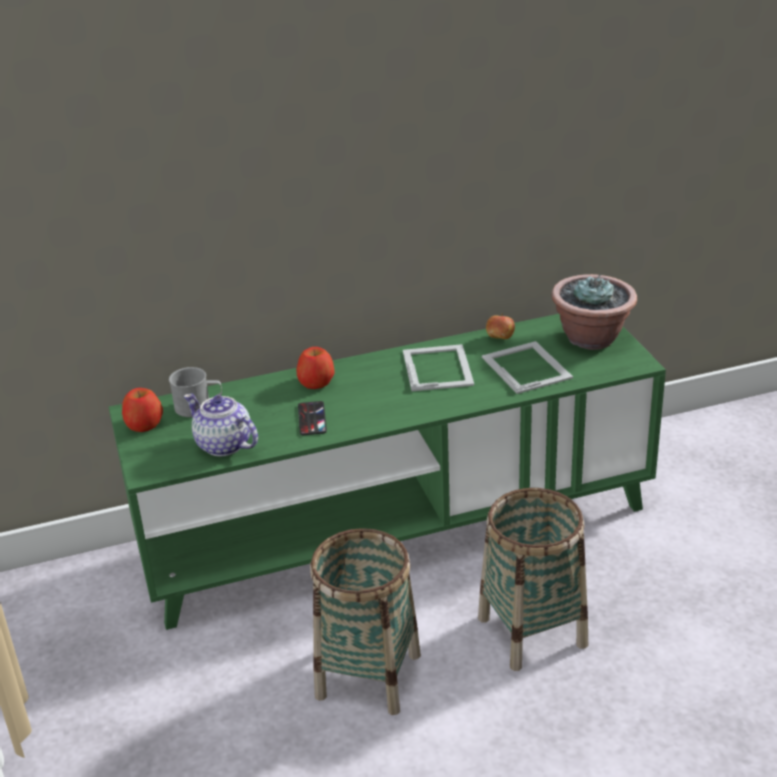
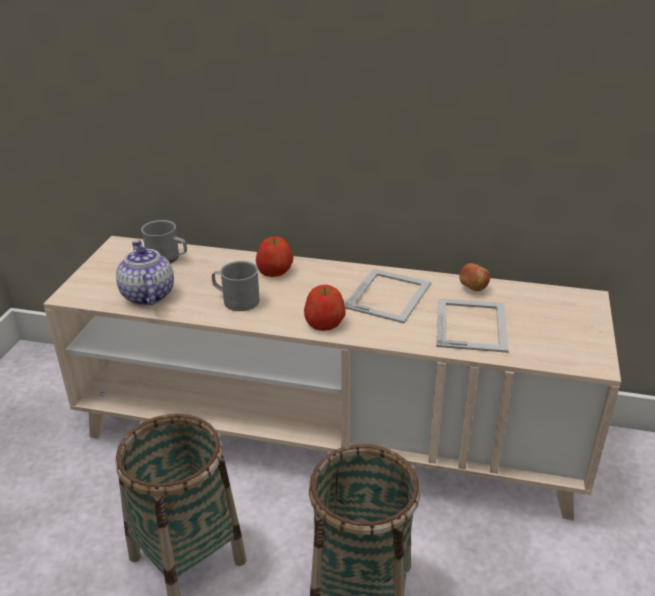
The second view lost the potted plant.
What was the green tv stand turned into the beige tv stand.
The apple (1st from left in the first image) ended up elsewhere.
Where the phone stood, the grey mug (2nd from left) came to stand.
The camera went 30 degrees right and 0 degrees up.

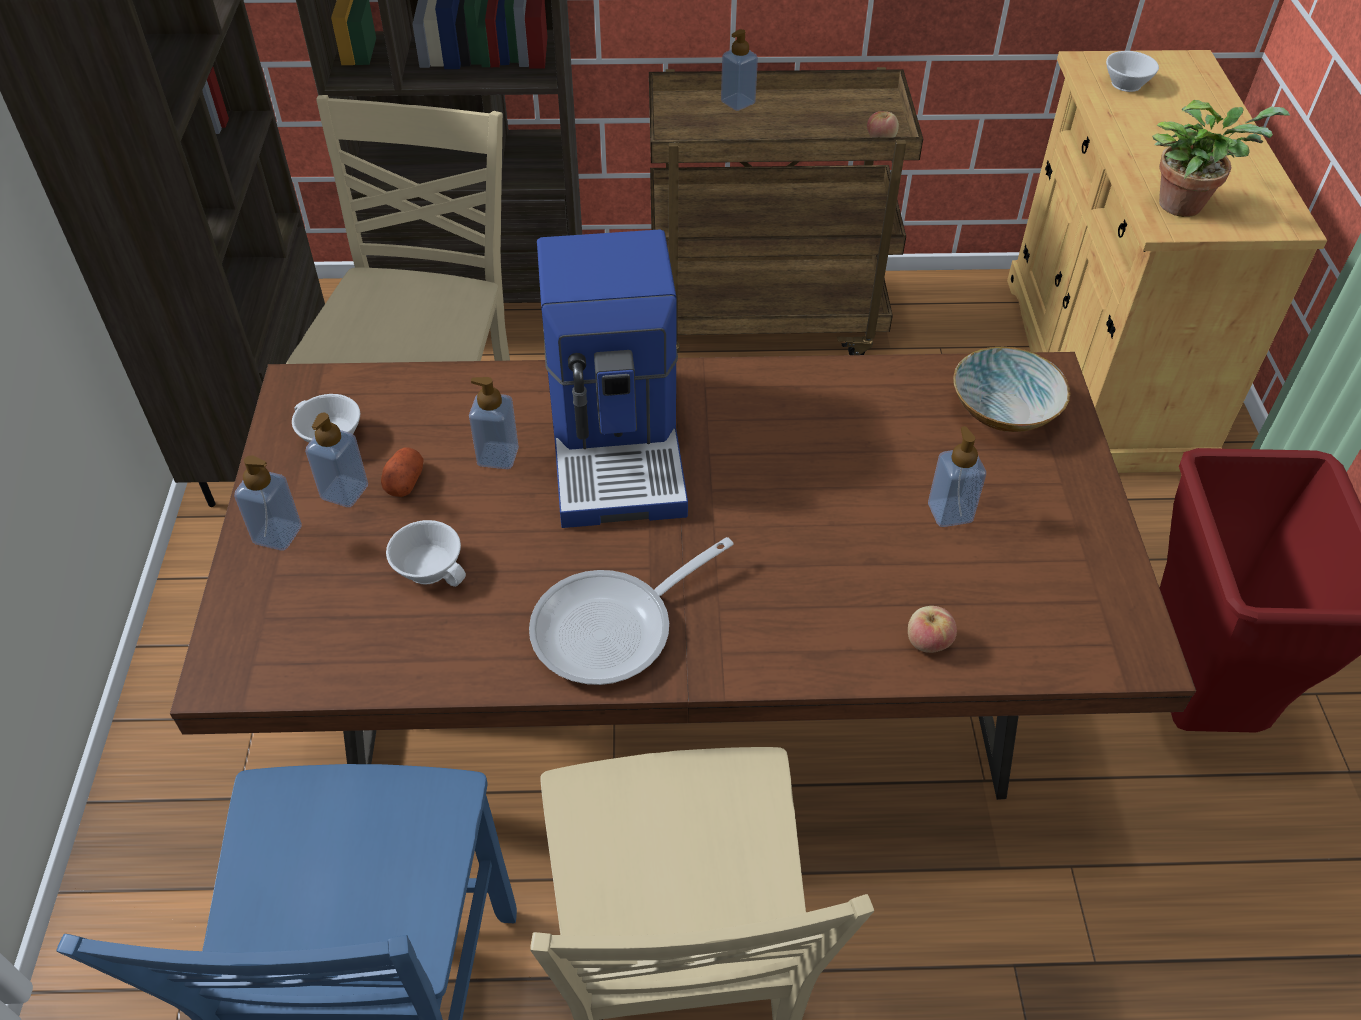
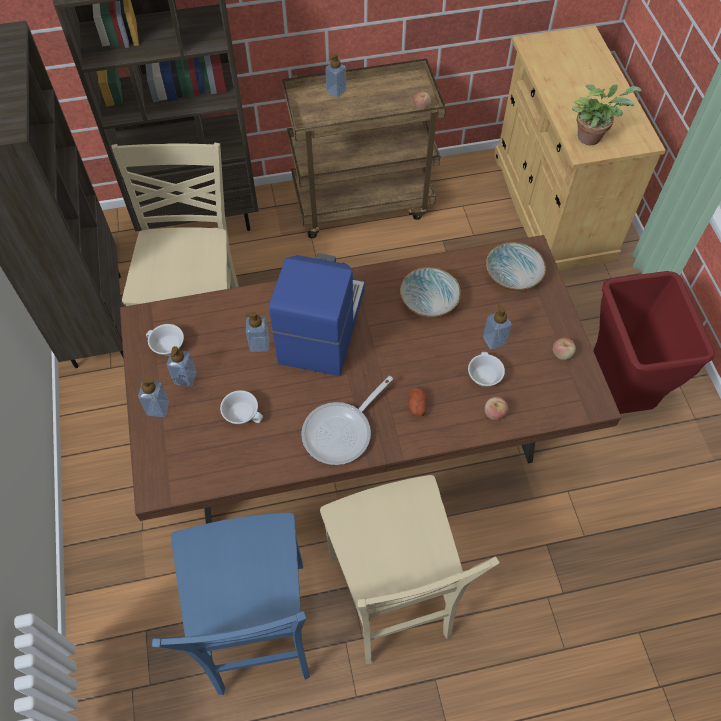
The white cup (3rd from left) ended up elsewhere.
The coffee machine ended up facing another way, 150 degrees counterclockwise from before.
The potato ended up elsewhere.
The second view gained the bowl (1st from left).
The second view gained the apple (3rd from left).
The camera went 10 degrees left and 10 degrees up.

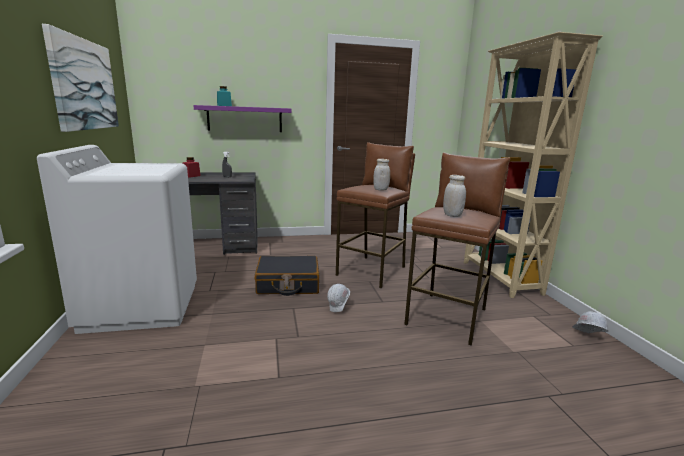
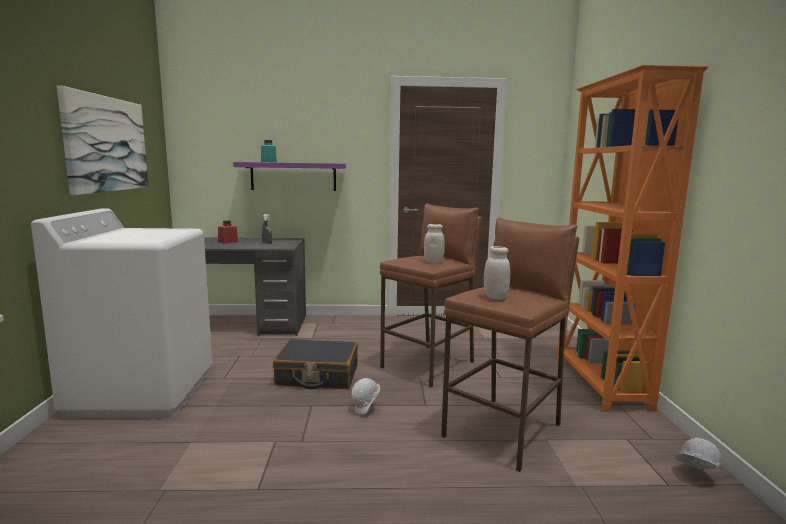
What was the beige bookcase turned into the orange bookcase.
The camera went 10 degrees right and 5 degrees down.

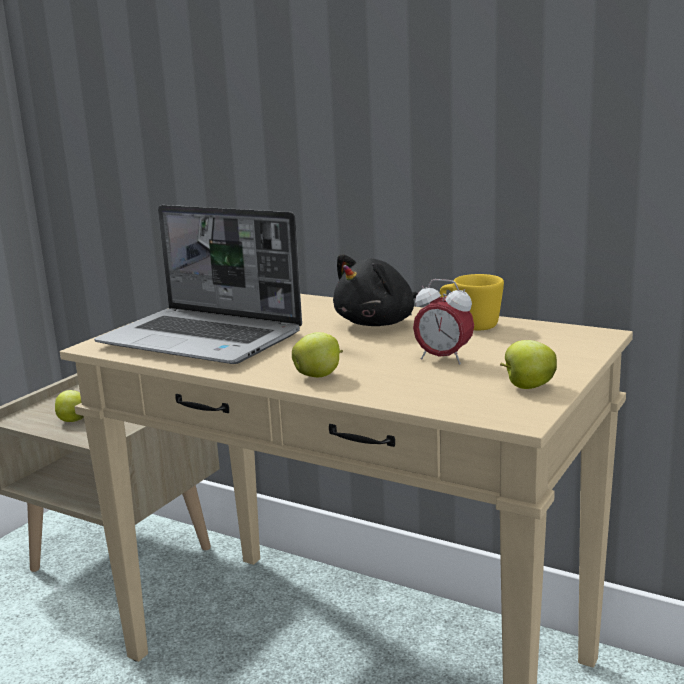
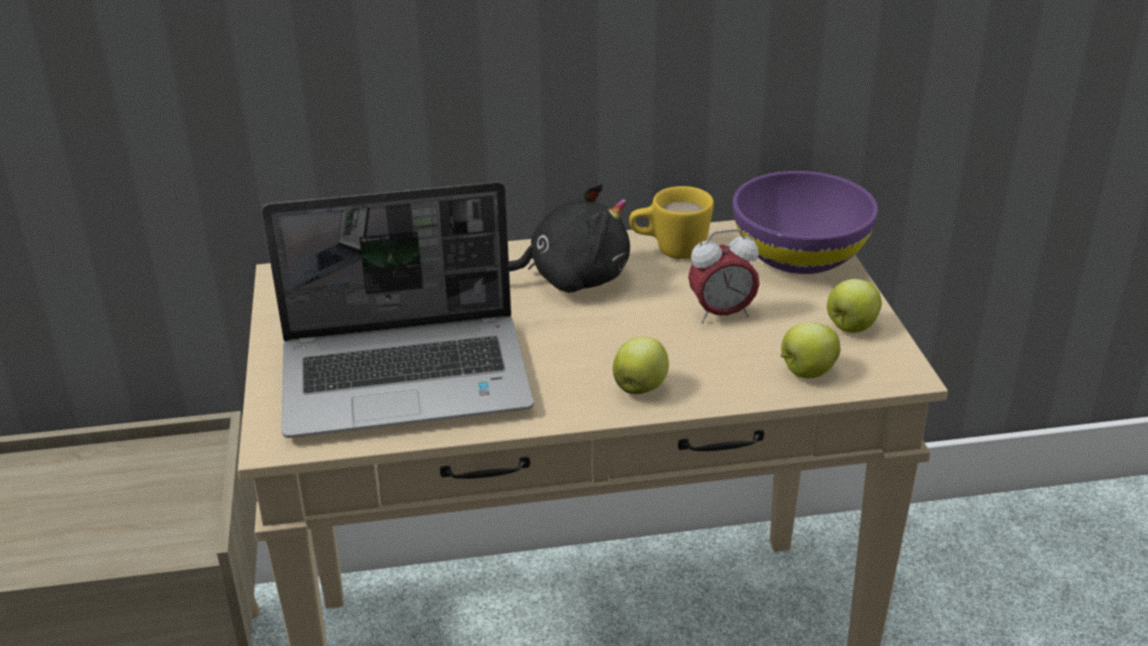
The black plush toy ended up facing another way, 105 degrees counterclockwise from before.
The apple (1st from left in the first image) ended up elsewhere.
The second view gained the purple bowl.
The camera went 40 degrees left and 15 degrees up.

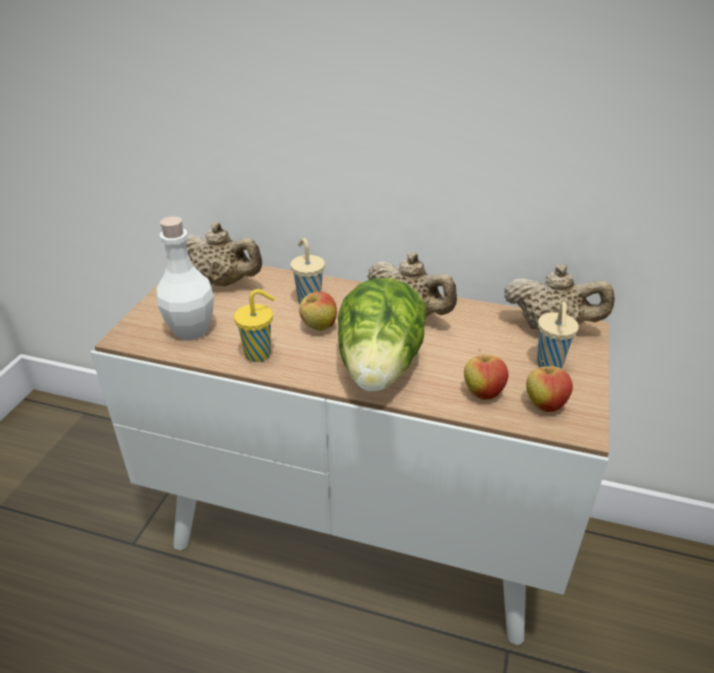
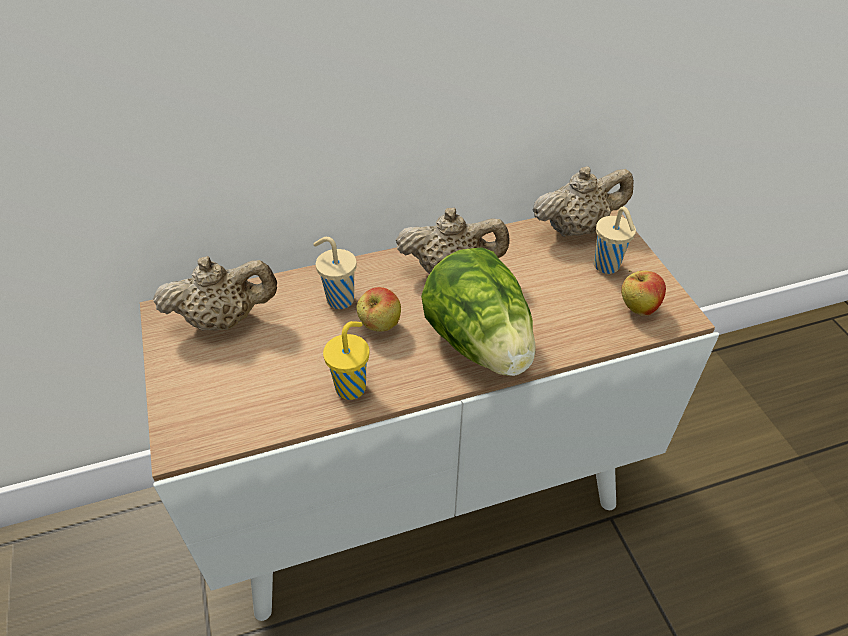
The second view lost the white bottle.
The second view lost the apple (2nd from left).
The camera went 35 degrees left and 10 degrees up.

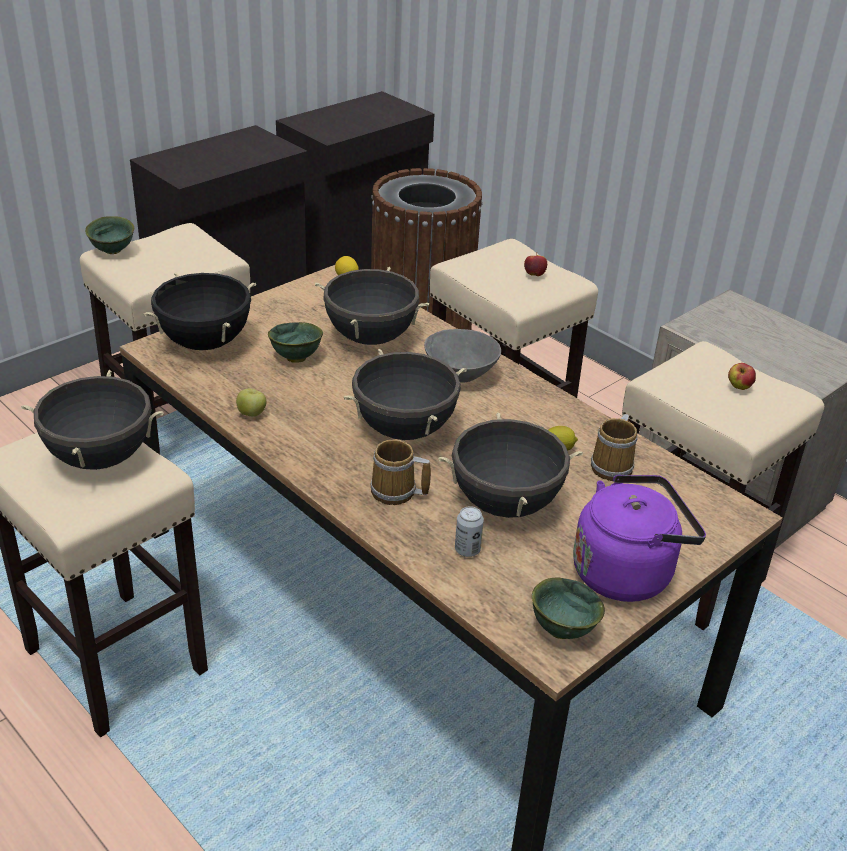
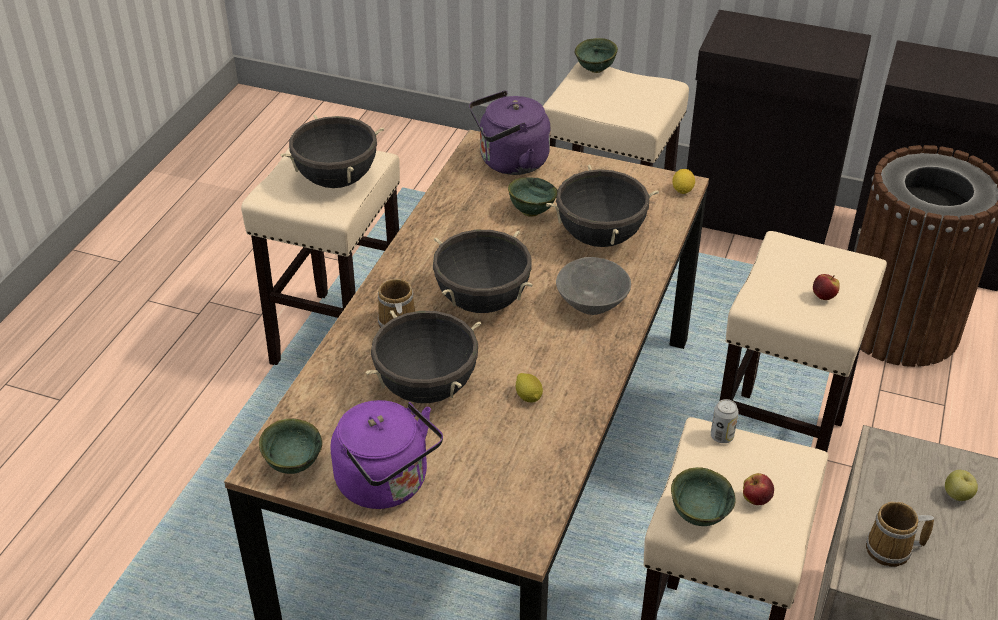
Where the black cooking pot (2nd from left) stood, the purple kettle (2nd from left) came to stand.
The apple (1st from left in the first image) ended up elsewhere.
The mug (2nd from left) ended up elsewhere.
The can ended up elsewhere.
The second view gained the green bowl (4th from left).
The camera went 65 degrees right and 5 degrees up.

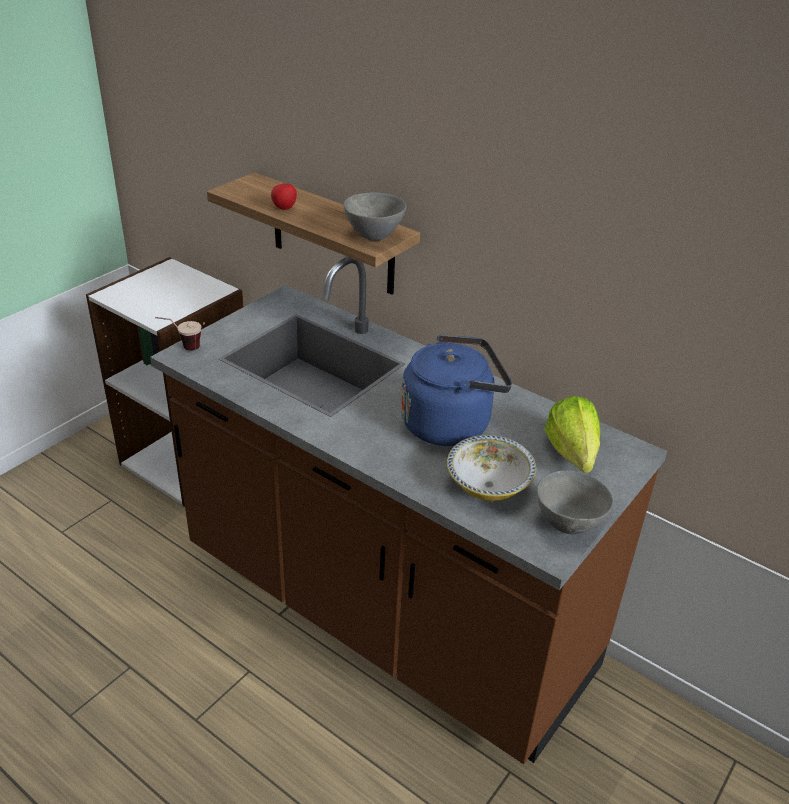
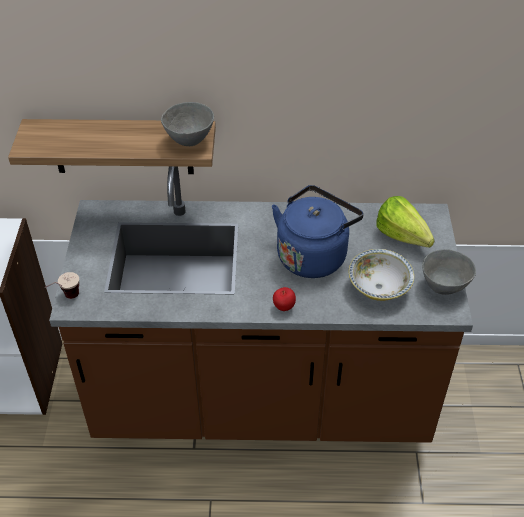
The apple ended up elsewhere.
The camera went 35 degrees left and 10 degrees up.

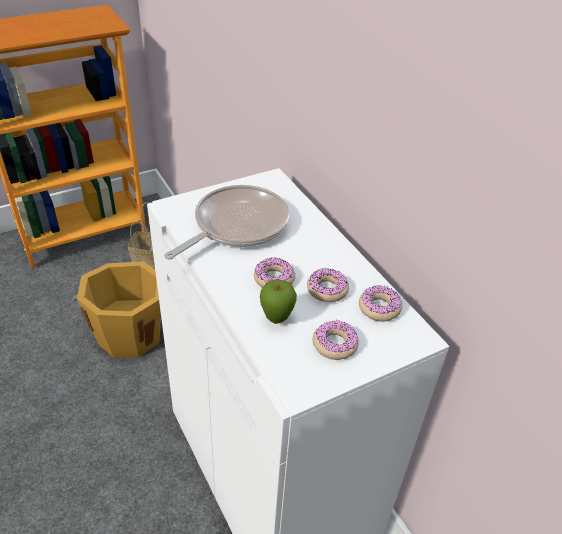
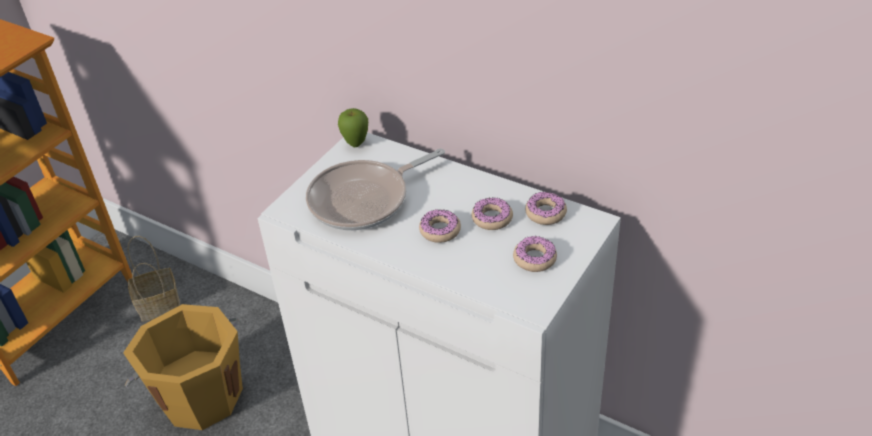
The frying pan ended up facing another way, 135 degrees counterclockwise from before.
The apple ended up elsewhere.
The camera went 25 degrees left and 0 degrees up.

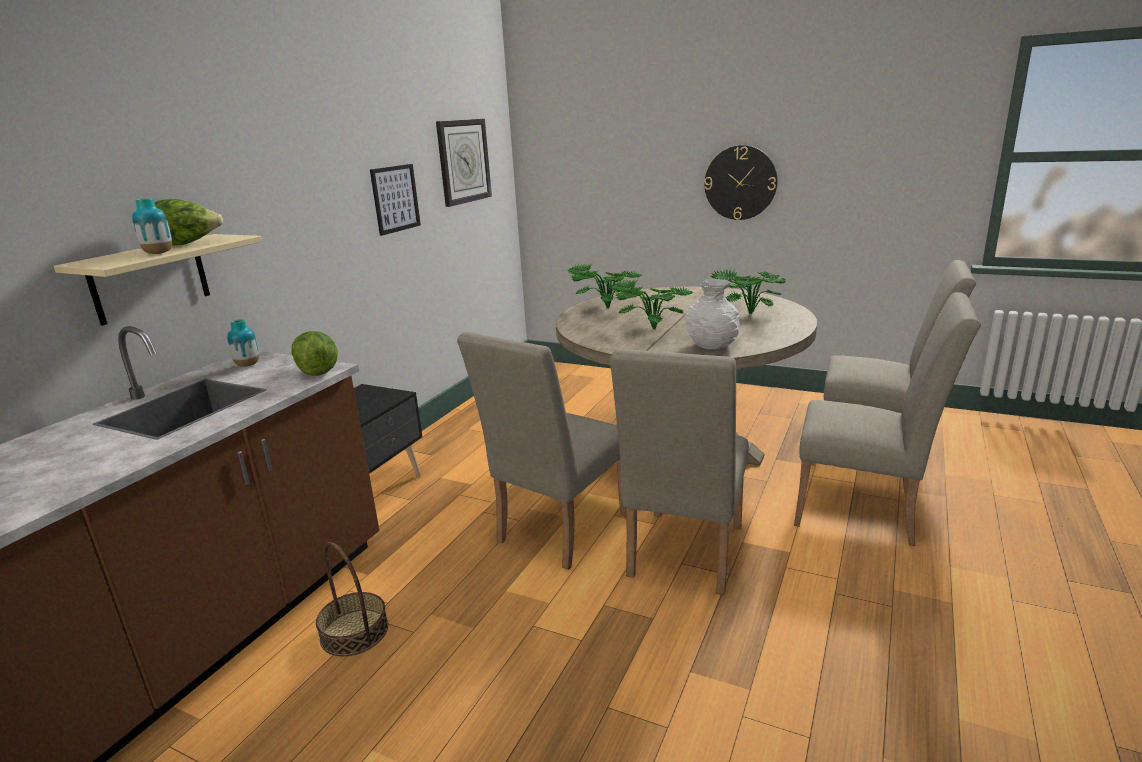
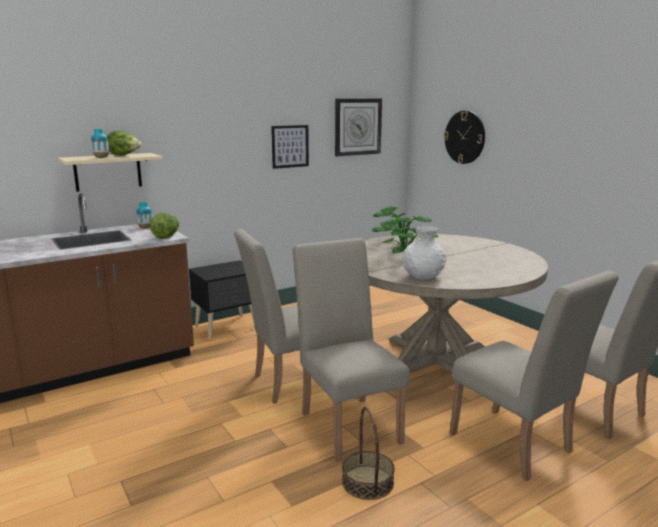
The wall clock (2nd from left) ended up elsewhere.
The second view lost the potted plant (3rd from left).
The beige chair (2nd from left) ended up facing another way, 105 degrees clockwise from before.
The basket ended up elsewhere.
The camera went 30 degrees right and 5 degrees down.

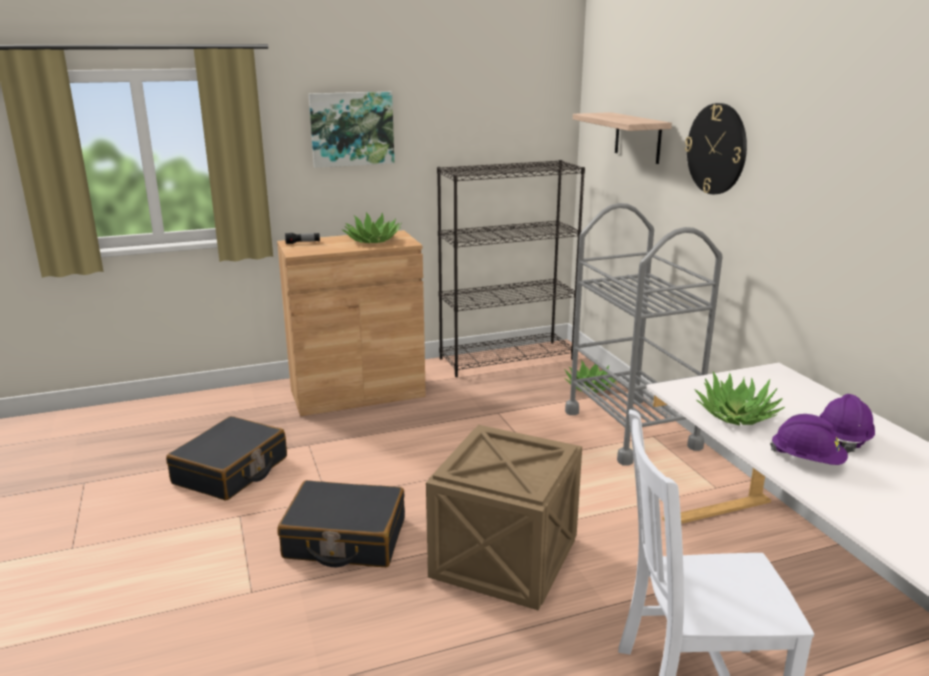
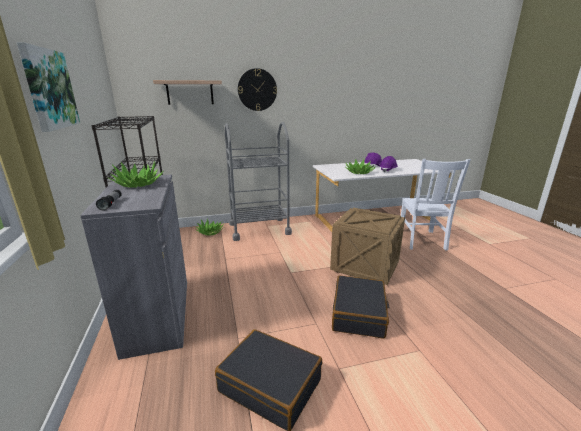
What was the brown cabinet turned into the grey cabinet.
The camera went 85 degrees left and 0 degrees up.

